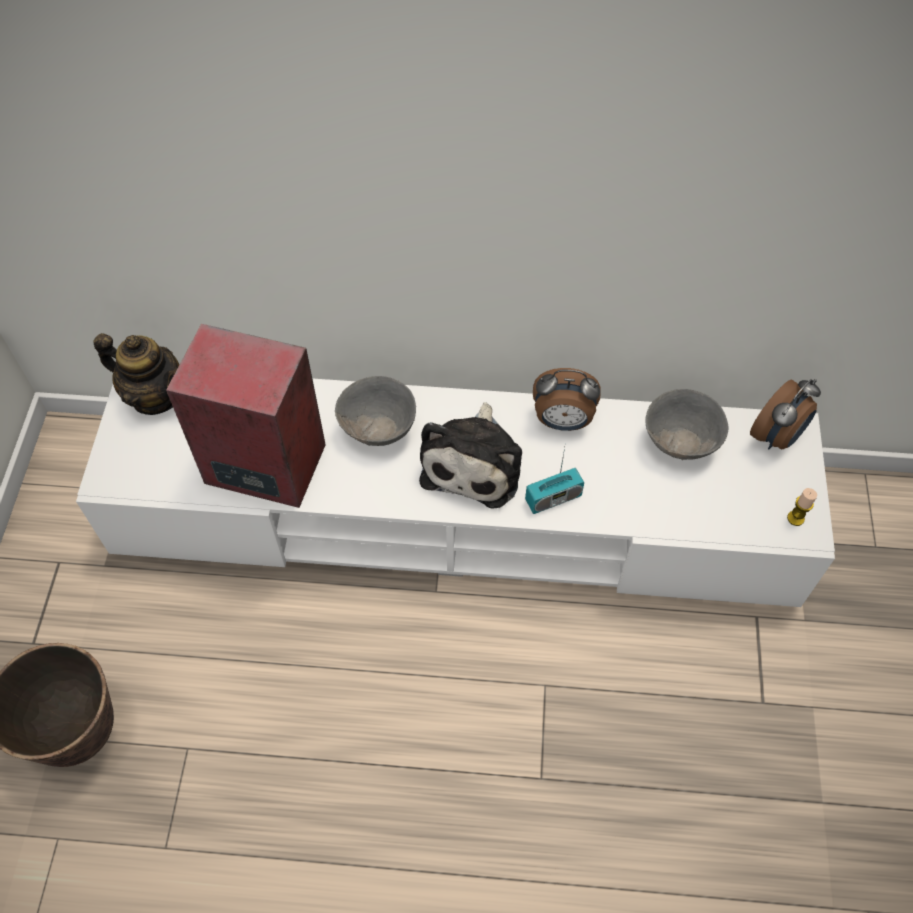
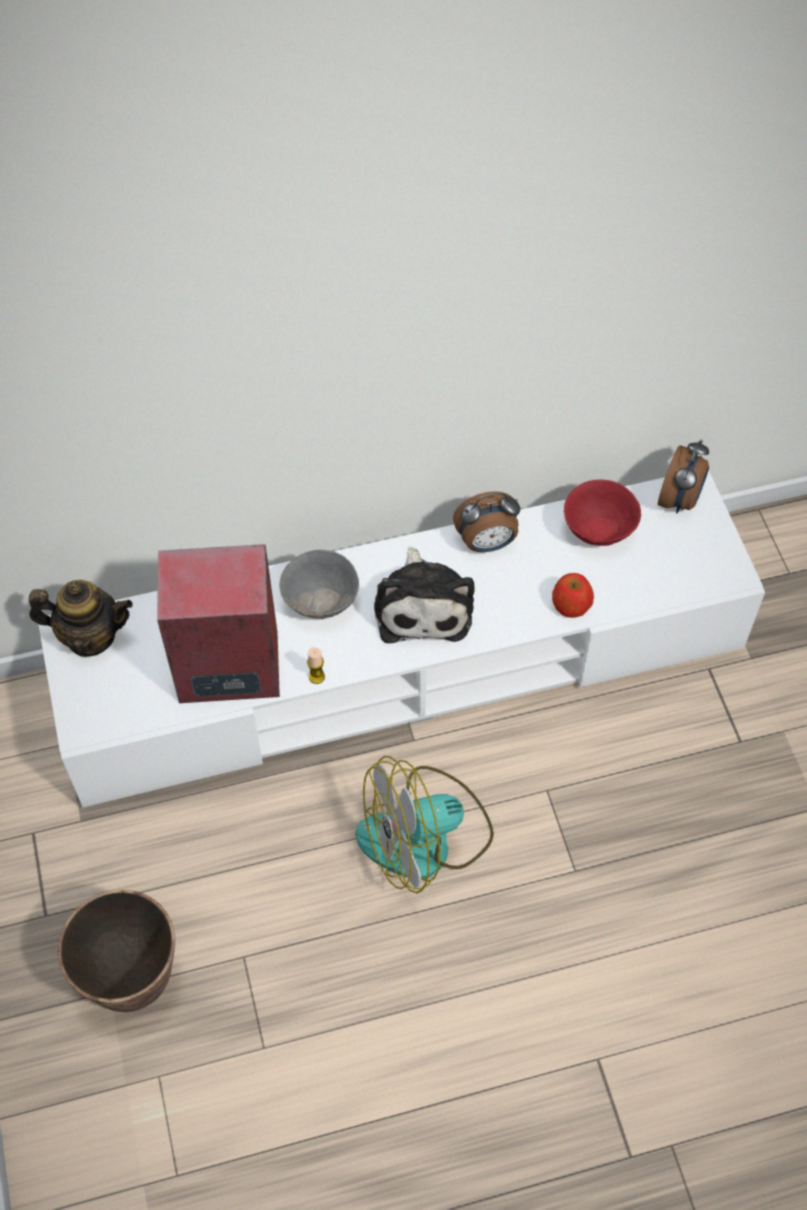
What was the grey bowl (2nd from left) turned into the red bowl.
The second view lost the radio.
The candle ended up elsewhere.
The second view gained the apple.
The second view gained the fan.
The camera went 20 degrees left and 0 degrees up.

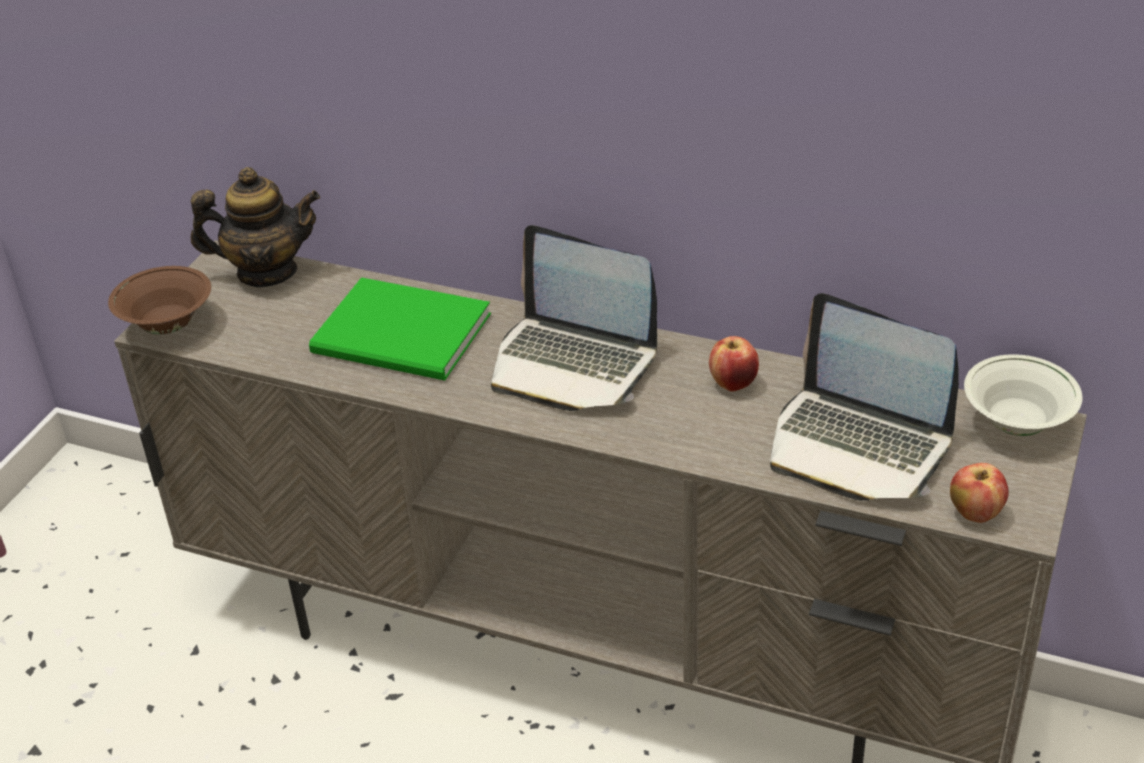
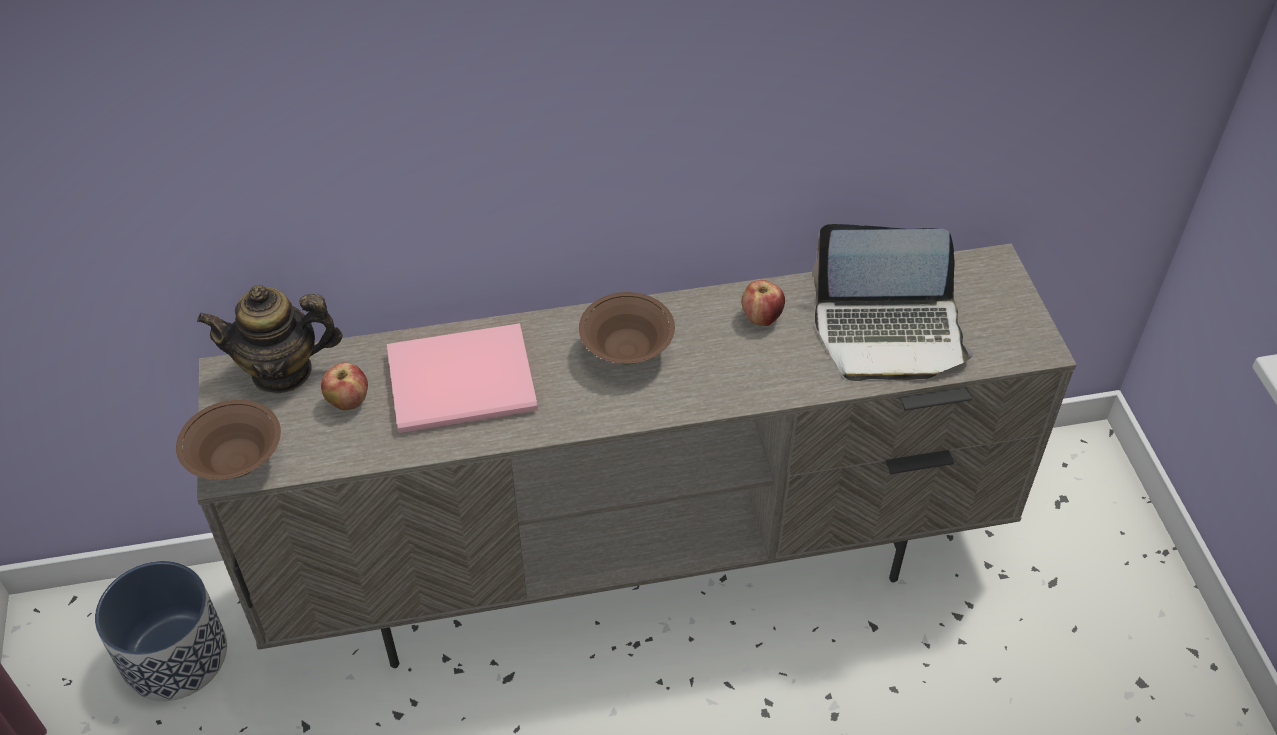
The teapot ended up facing another way, 150 degrees counterclockwise from before.
Where the laptop (1st from left) stood, the brown bowl (2nd from left) came to stand.
What was the green book turned into the pink book.
The second view lost the white bowl.
The apple (2nd from left in the first image) ended up elsewhere.
The second view gained the planter.
The camera went 35 degrees left and 10 degrees up.

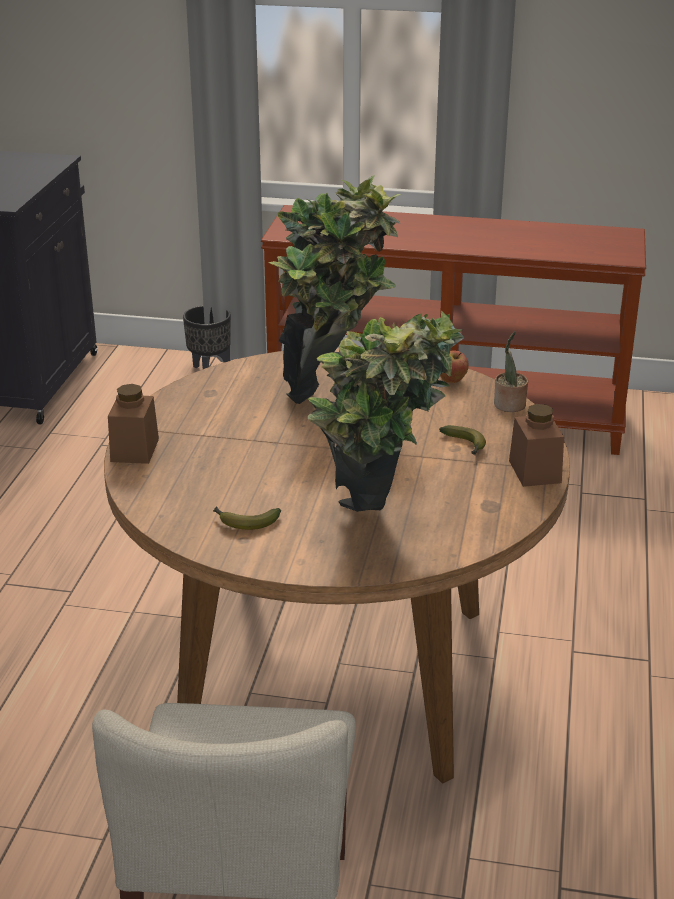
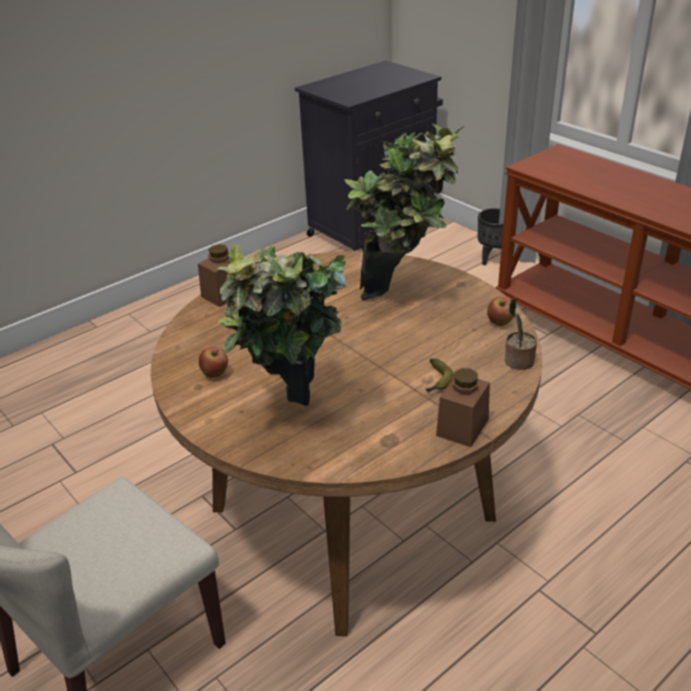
Where the banana (1st from left) stood, the apple (1st from left) came to stand.
The camera went 40 degrees right and 5 degrees up.

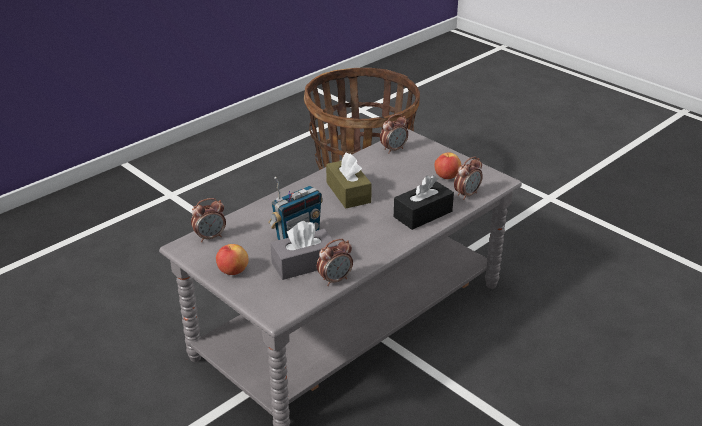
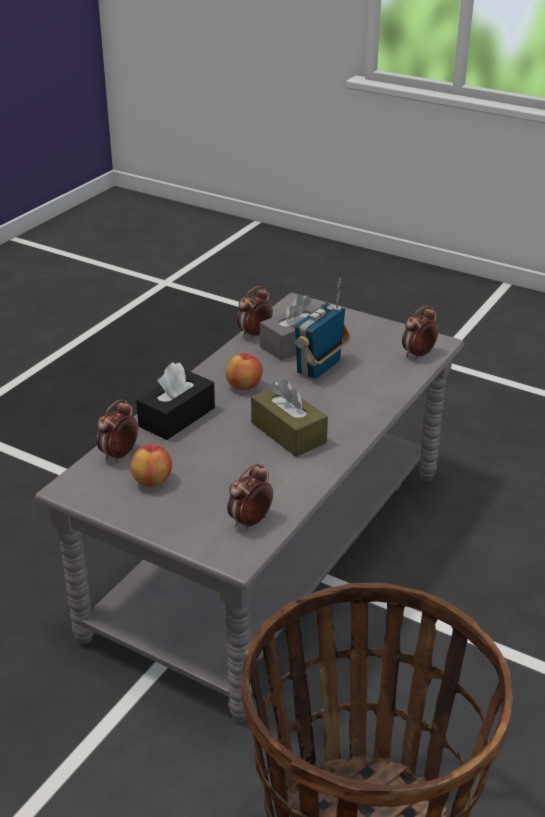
The apple (1st from left in the first image) ended up elsewhere.
The camera went 165 degrees right and 0 degrees up.

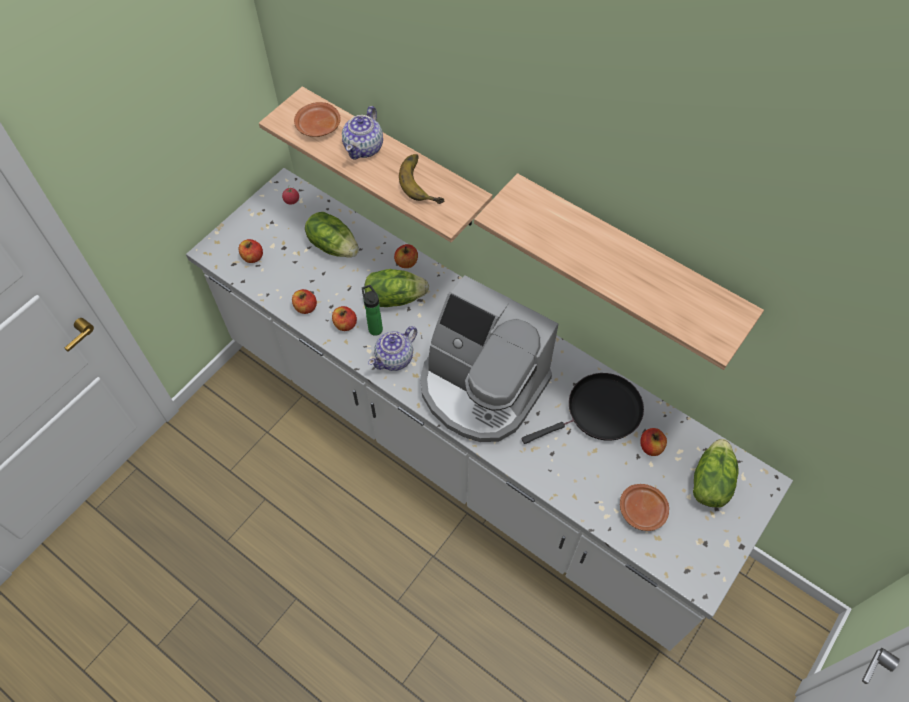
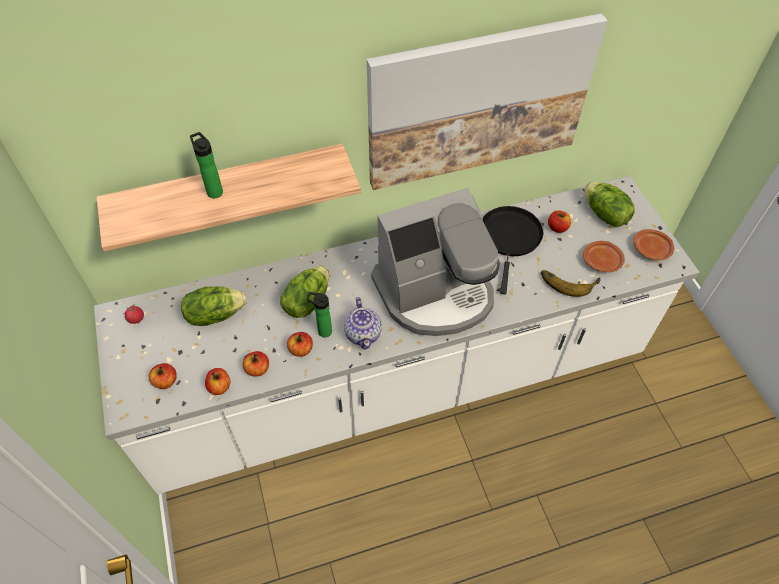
The brown plate (1st from left in the first image) ended up elsewhere.
Where the teapot (1st from left) stood, the bottle (1st from left) came to stand.
The banana ended up elsewhere.
Where the shelf (2nd from left) hung, the picture came to hang.
The apple (4th from left in the first image) ended up elsewhere.
The camera went 55 degrees left and 5 degrees down.

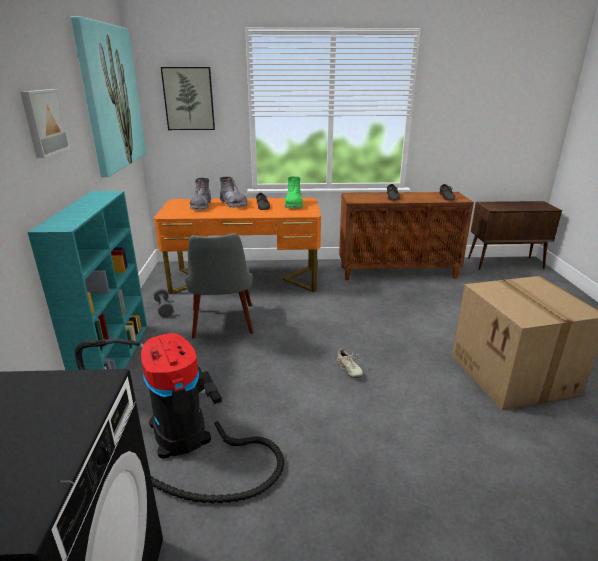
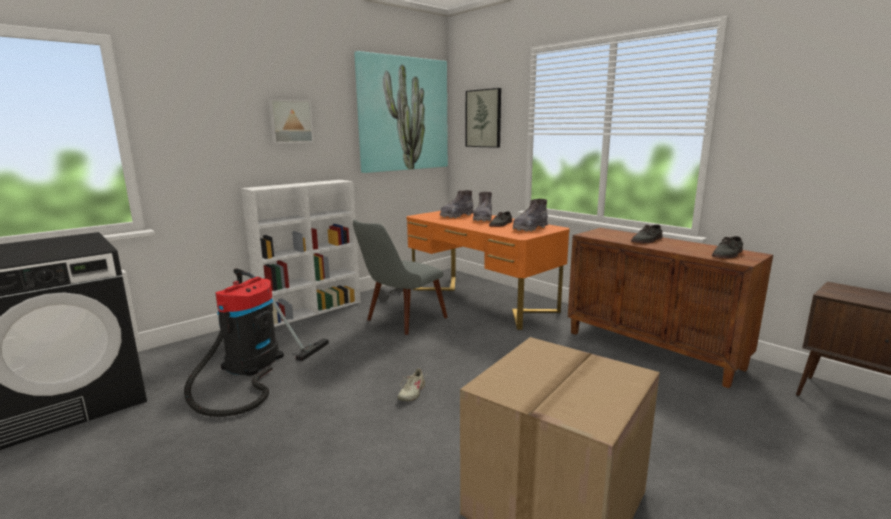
What was the green boot turned into the grey boot (3rd from left).
What was the turquoise bookcase turned into the white bookcase.
The camera went 50 degrees right and 10 degrees down.

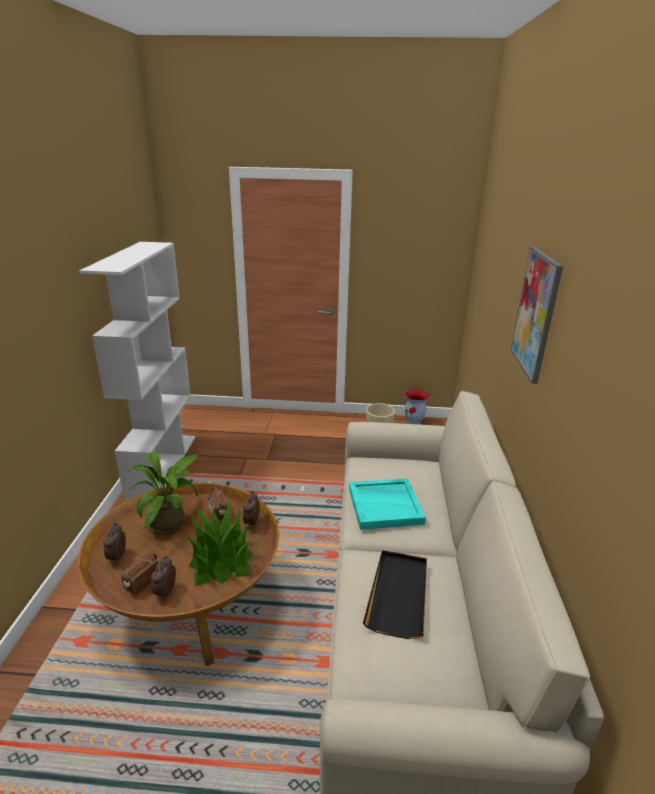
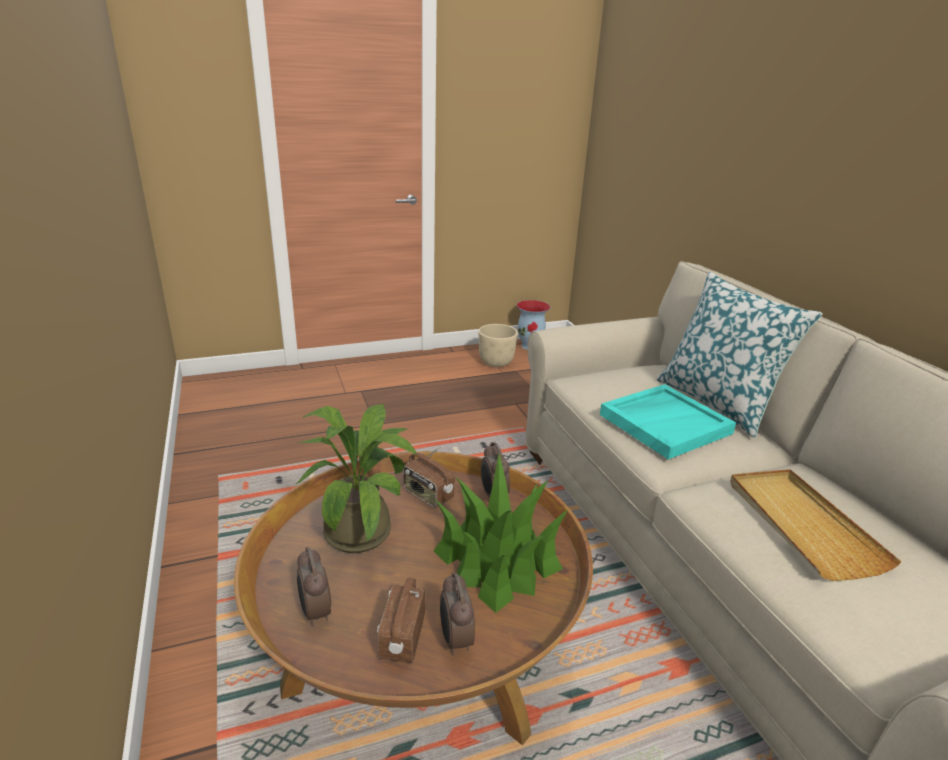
The second view lost the white bookcase.
The second view lost the picture.
What was the black tray turned into the beige tray.
The second view gained the pillow.
The camera went 25 degrees left and 0 degrees up.

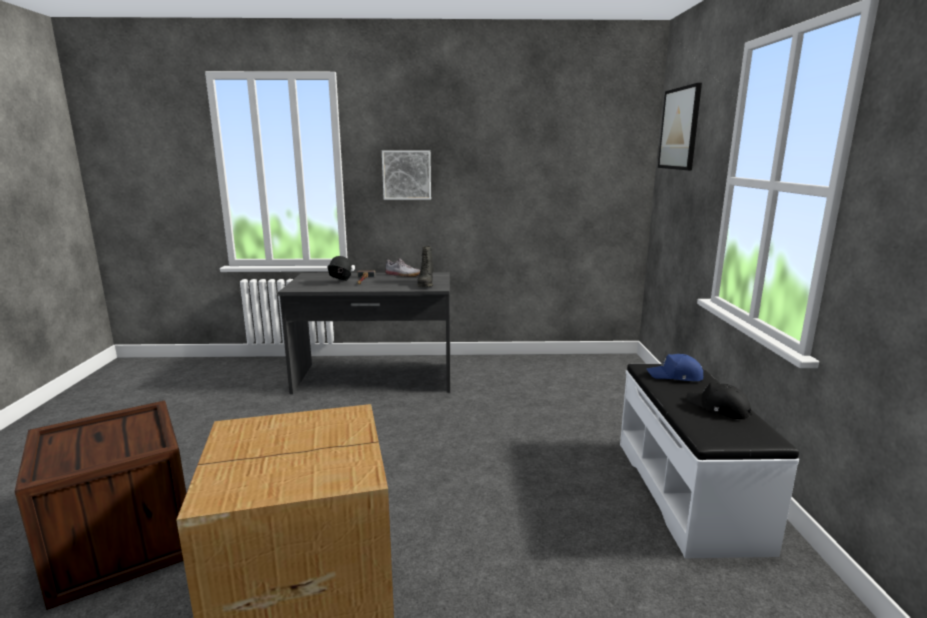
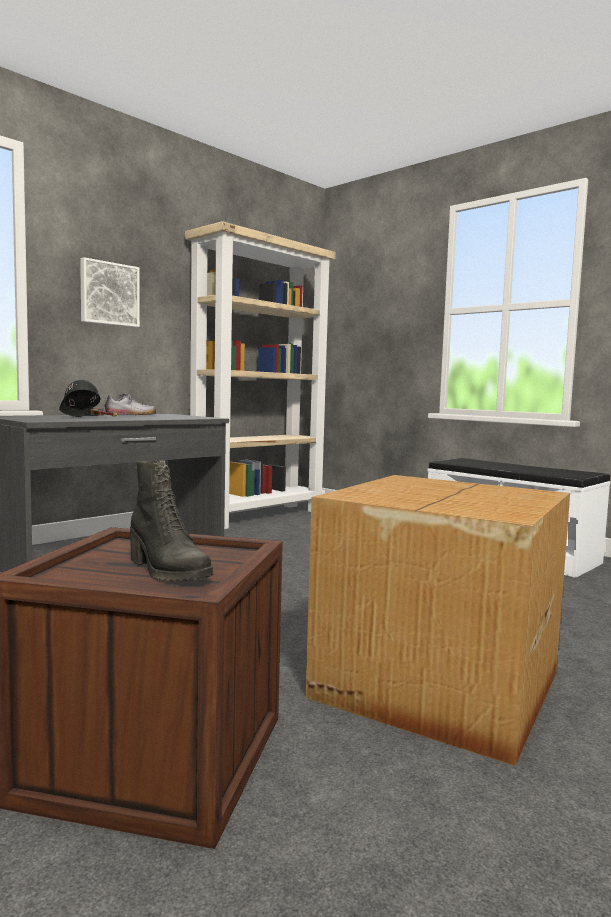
The second view lost the picture (2nd from left).
The black boot ended up elsewhere.
The second view lost the blue cap.
The second view lost the black cap.
The second view gained the beige bookcase.
The camera went 45 degrees left and 10 degrees down.

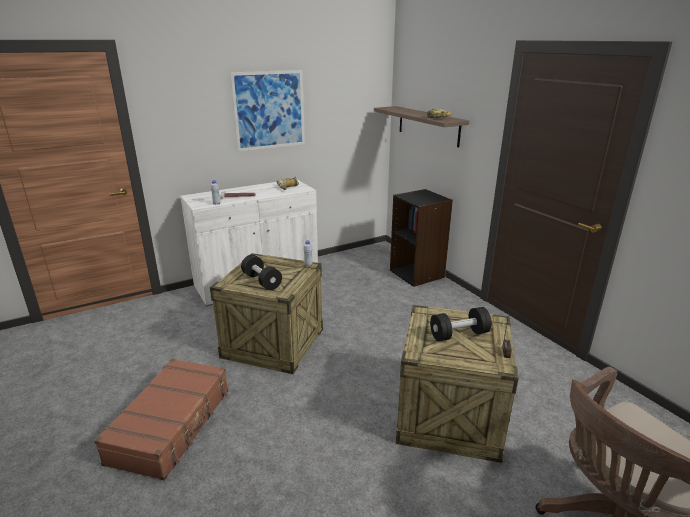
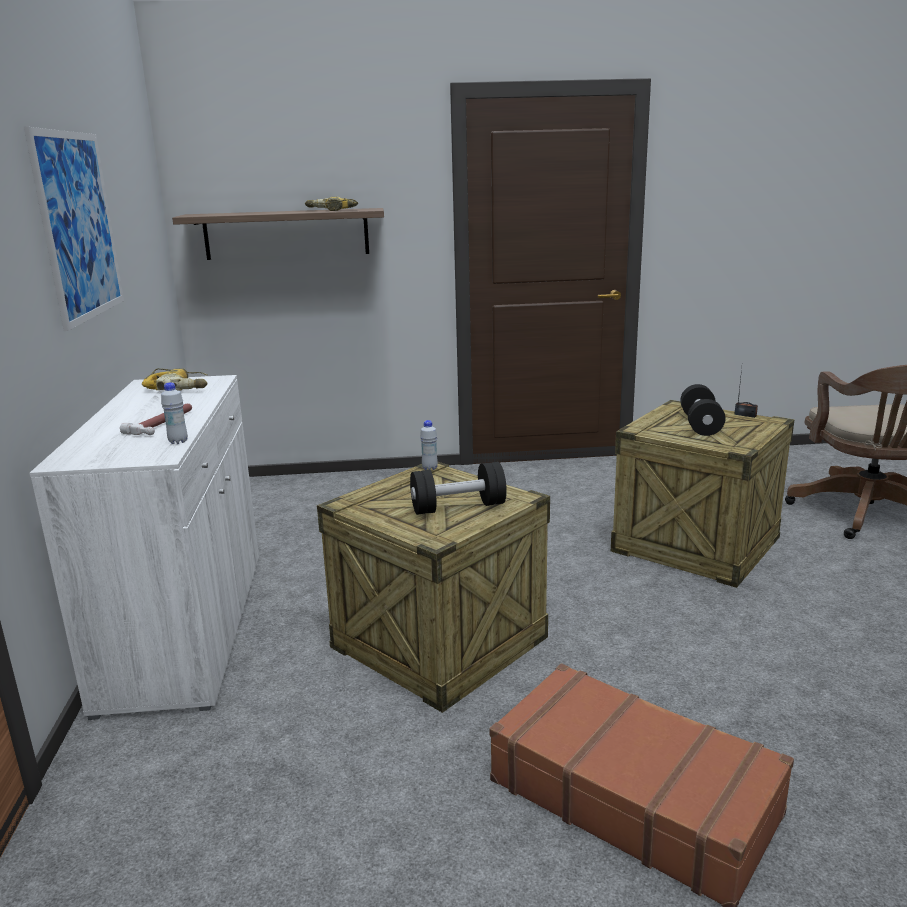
The second view lost the black bookcase.
The camera went 65 degrees left and 5 degrees down.

